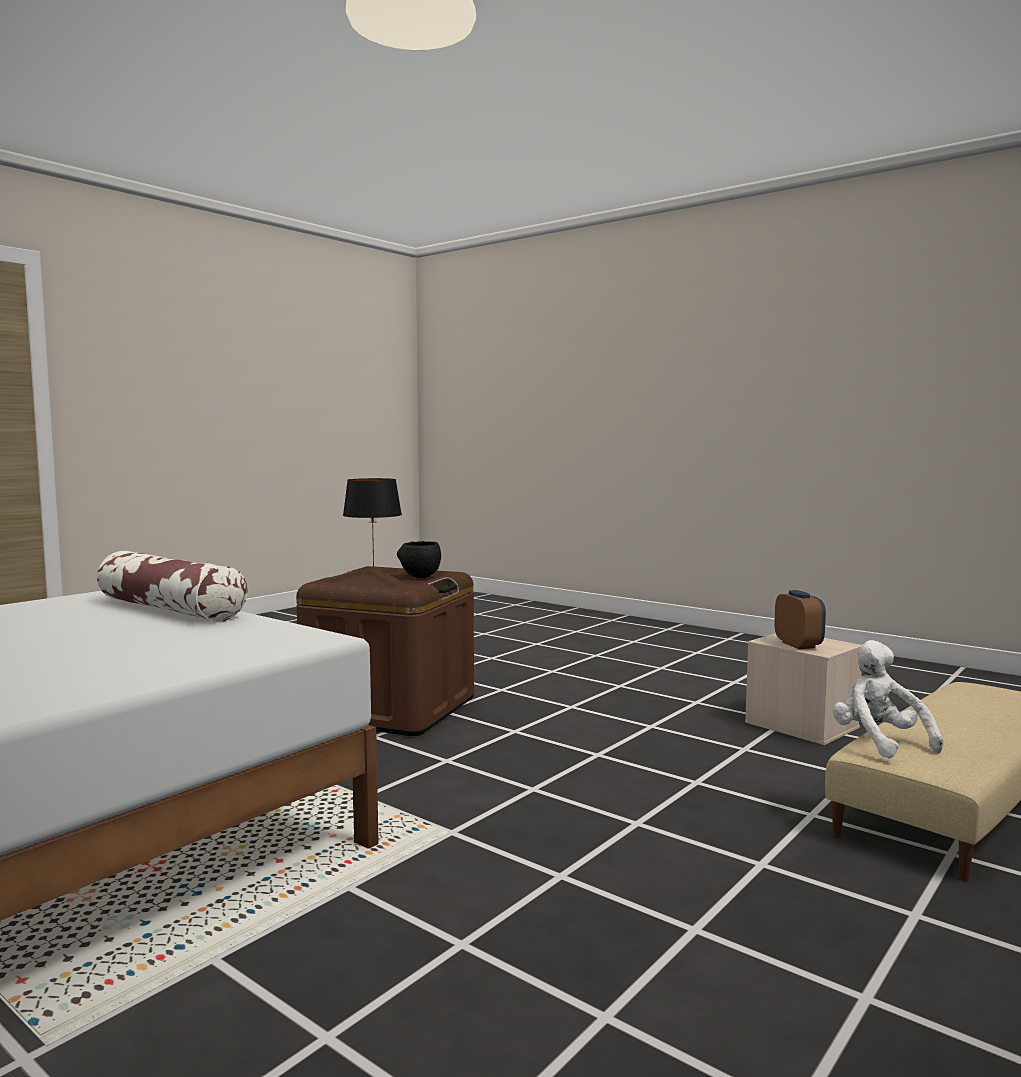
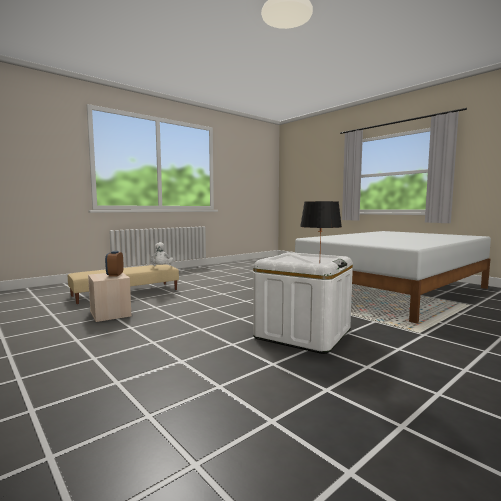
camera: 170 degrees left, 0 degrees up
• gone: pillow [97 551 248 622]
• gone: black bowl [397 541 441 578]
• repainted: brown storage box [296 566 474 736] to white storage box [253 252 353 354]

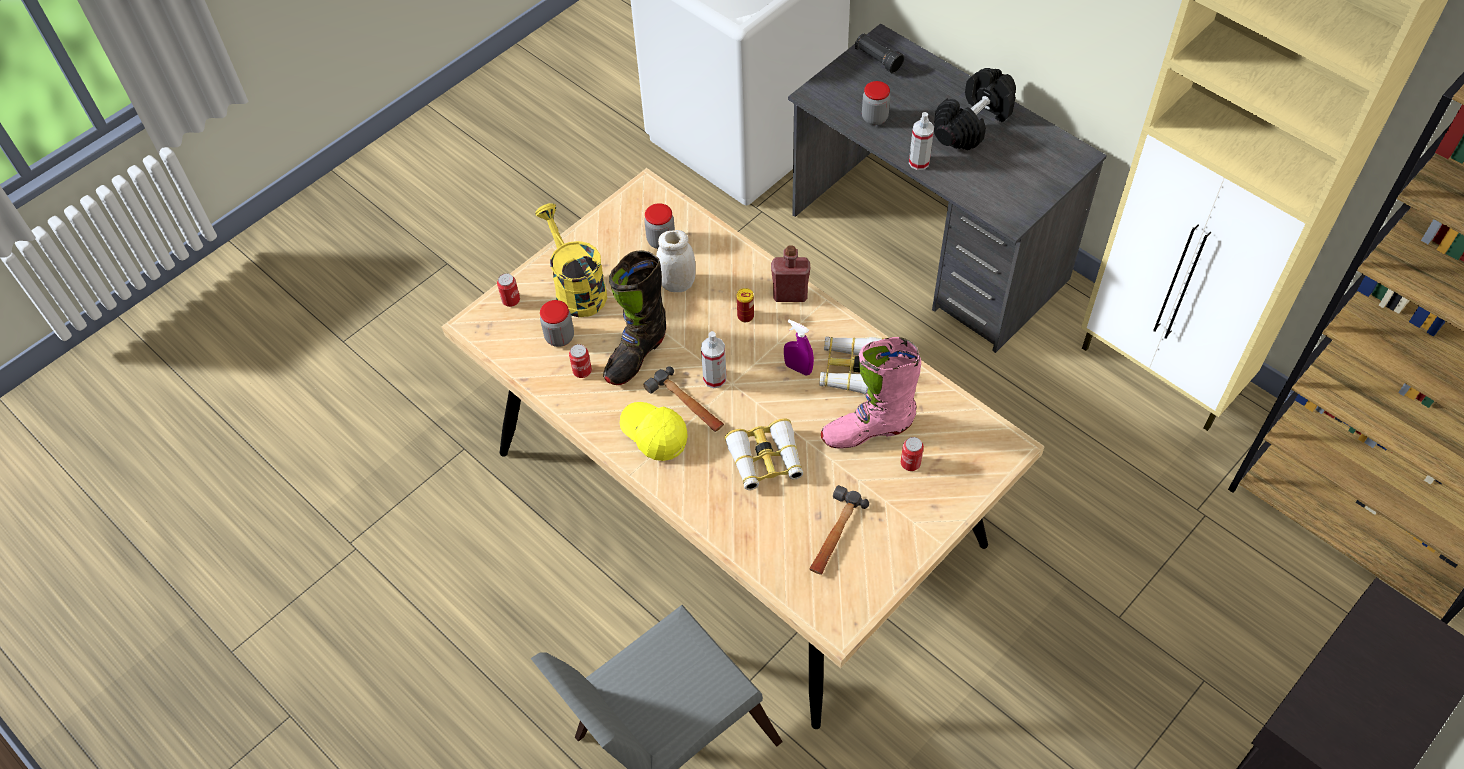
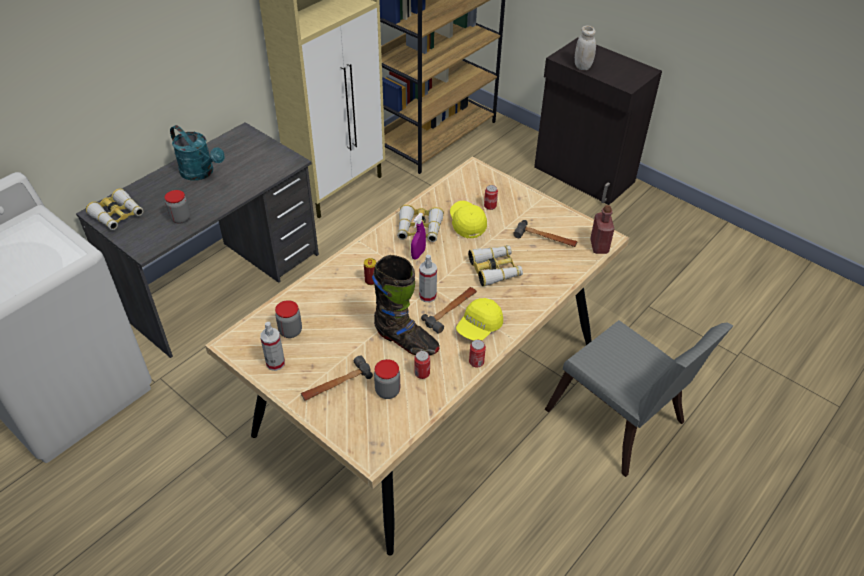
camera: 95 degrees left, 10 degrees down
• shifted: can [497 273 520 307] to [469 340 486 367]
• shifted: white jar [656 230 696 292] to [575 26 596 70]
• shifted: red bottle [771 245 810 302] to [590 205 614 254]
• shifted: spray bottle [909 112 934 170] to [260 322 285 371]
• swapped: yellow watering can [535 203 607 317] to hammer [301 355 373 401]
• swapped: pink boot [821 337 921 449] to yellow cap [450 201 487 238]
• swapped: black flashlight [855 34 904 73] to binoculars [86 189 143 230]
• swapped: black dumbbell [934 68 1016 150] to turquoise watering can [170 125 225 181]

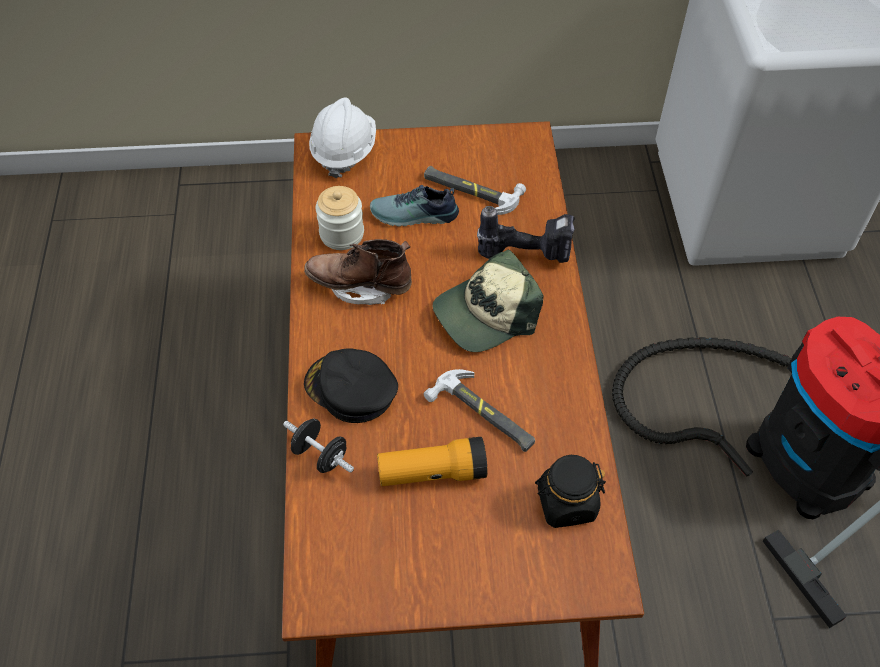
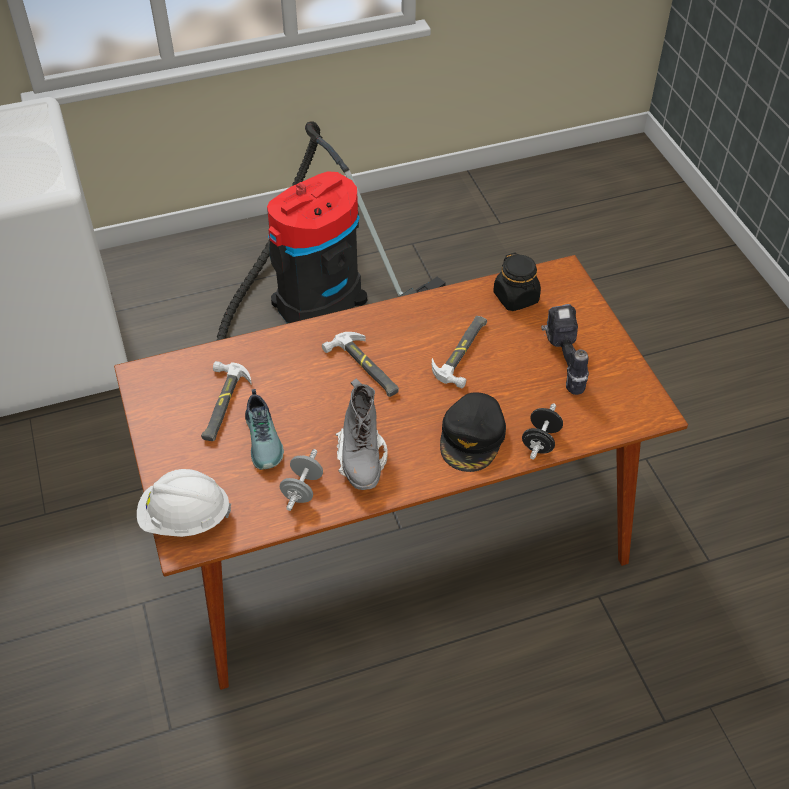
camera: 105 degrees left, 5 degrees down
• gone: flashlight [377 437 488 486]
• shifted: power drill [477 206 575 263] to [541 304 589 395]
• swapped: jar [316 186 364 250] to grey dumbbell [280 449 323 511]
• swapped: cap [433 250 543 352] to hammer [322 332 399 397]
• repainted: brown boot [304 239 412 305] to grey boot [336 379 388 490]

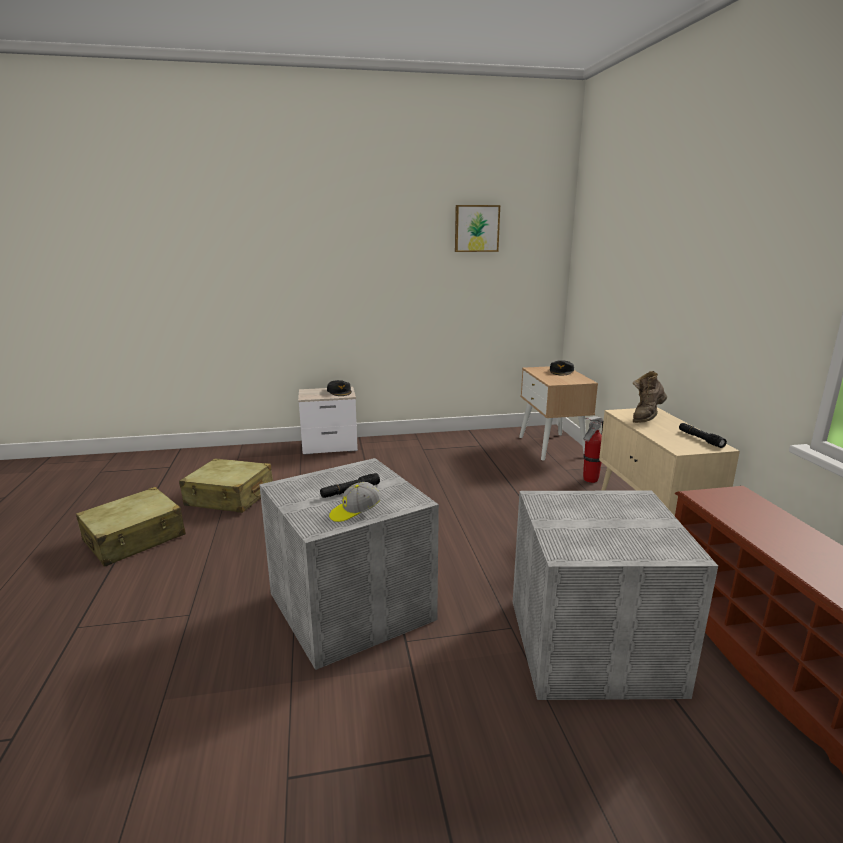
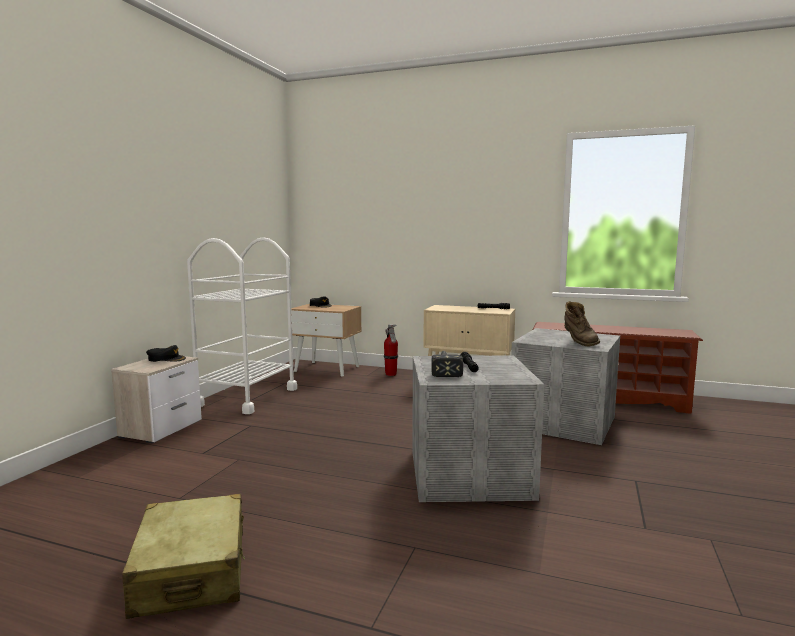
camera: 60 degrees left, 10 degrees down
• gone: beige suitcase [179 458 273 513]
• gone: cap [329 482 381 522]
• gone: picture [455 205 500 252]
• new: white cart [187 237 297 414]
• new: hammer [431 351 463 377]
• shifted: brown boot [633 371 667 423] to [564 301 600 346]

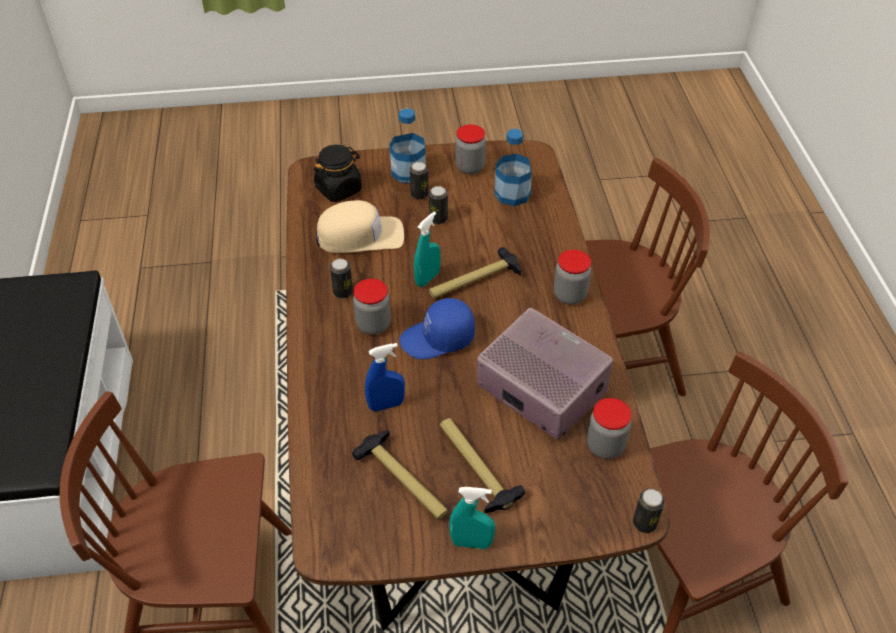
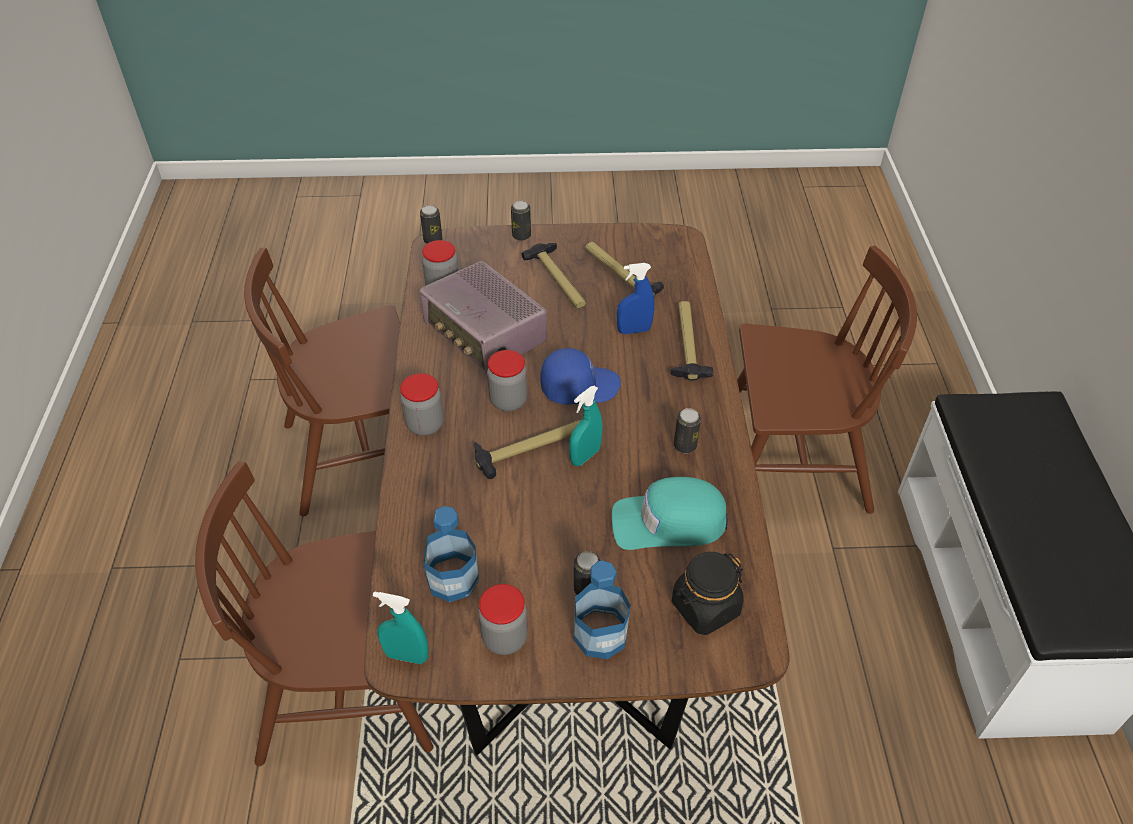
camera: 175 degrees left, 0 degrees up
• new: hammer [670 301 713 381]
• shifted: jar [353 279 391 335] to [487 350 527 411]
• shifted: can [429 186 448 224] to [511 200 531 241]
• shifted: turquoise spray bottle [449 487 495 549] to [373 591 429 664]
• repainted: beige cap [316 200 404 253] to turquoise cap [612 477 728 550]

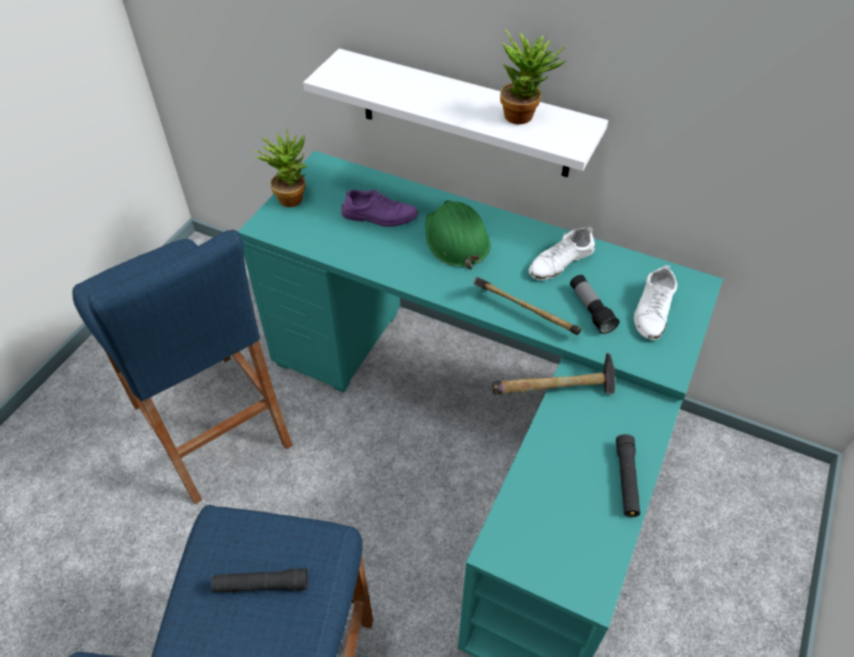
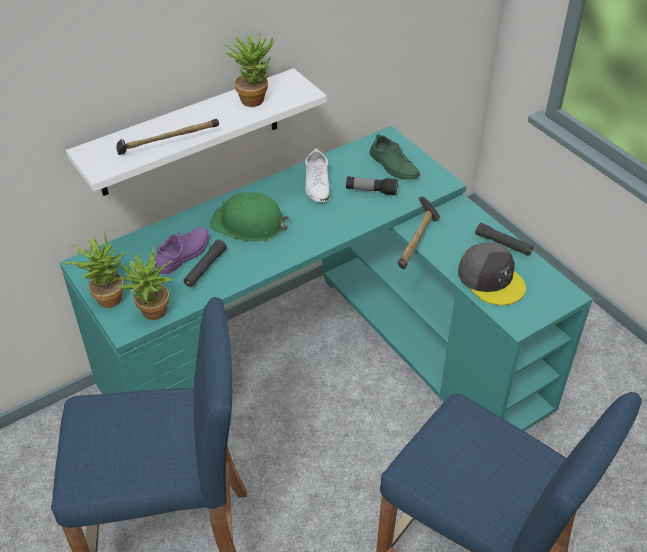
camera: 60 degrees left, 5 degrees down
• new: potted plant [117 247 173 320]
• new: grey cap [458 242 526 305]
• shifted: black flashlight [211 568 308 593] to [183 240 227 287]
• shifted: hammer [473 277 581 335] to [116 119 219 155]
• repainted: white shoe [634 265 677 340] to green shoe [370 134 420 180]

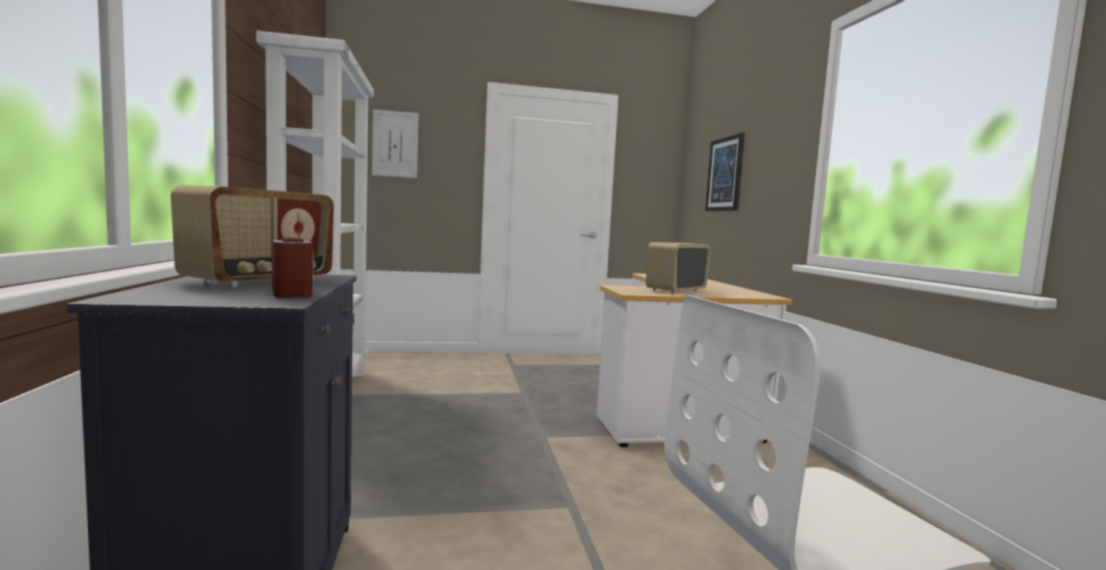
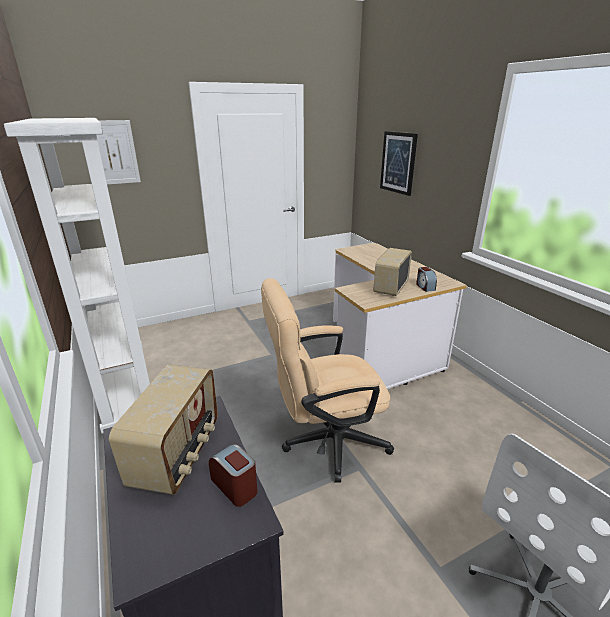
camera: 15 degrees left, 20 degrees up
• new: beige office chair [261 278 394 483]
• new: alarm clock [416 267 437 292]

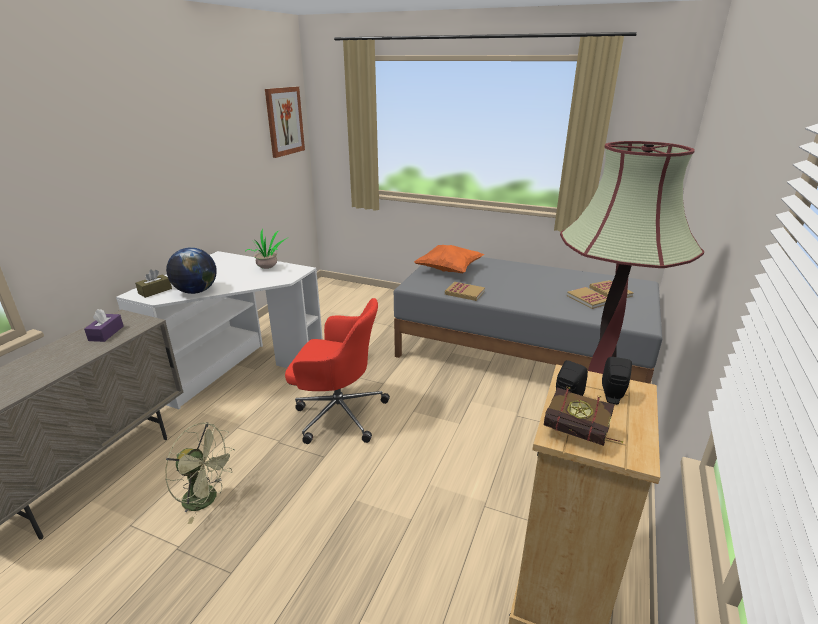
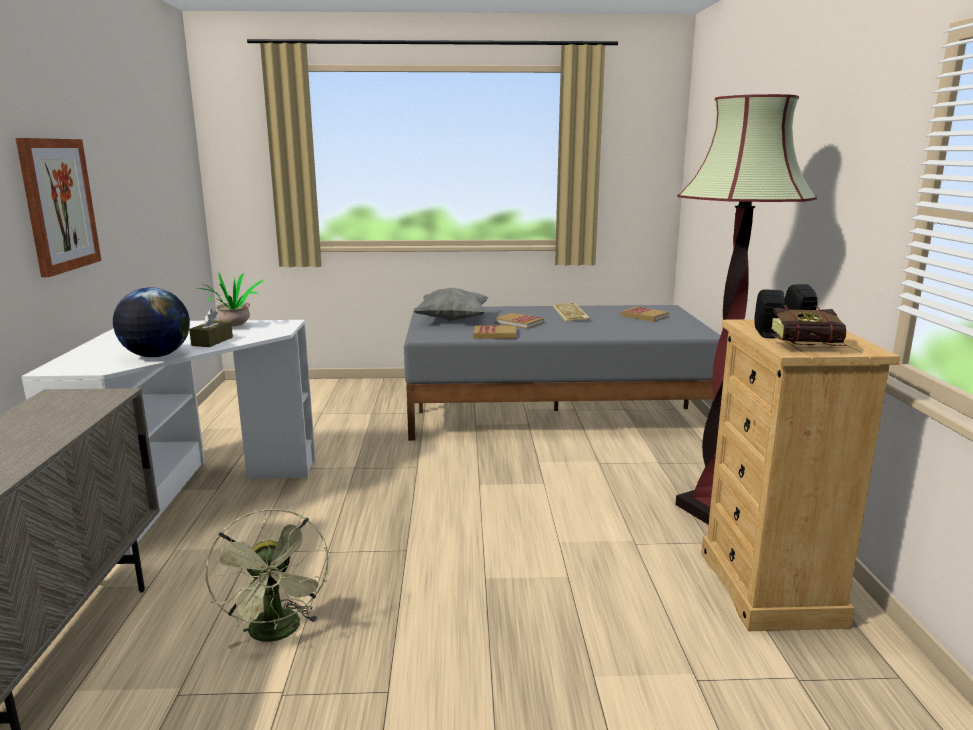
camera: 25 degrees left, 10 degrees down
• gone: purple tissue box [84 309 124 342]
• gone: red office chair [285 298 390 444]
• new: keyboard [553 303 590 322]
• shifted: brown tissue box [135 269 172 298] to [189 309 233 347]
• shifted: picture [265 87 305 158] to [16 138 101 277]
• shifted: book [567 287 607 309] to [495 313 544 329]
• repainted: orange pillow [414 245 484 273] to grey pillow [413 288 488 321]
• rotated: green fan [165 422 235 524] = [205 509 329 649] 75 degrees clockwise

